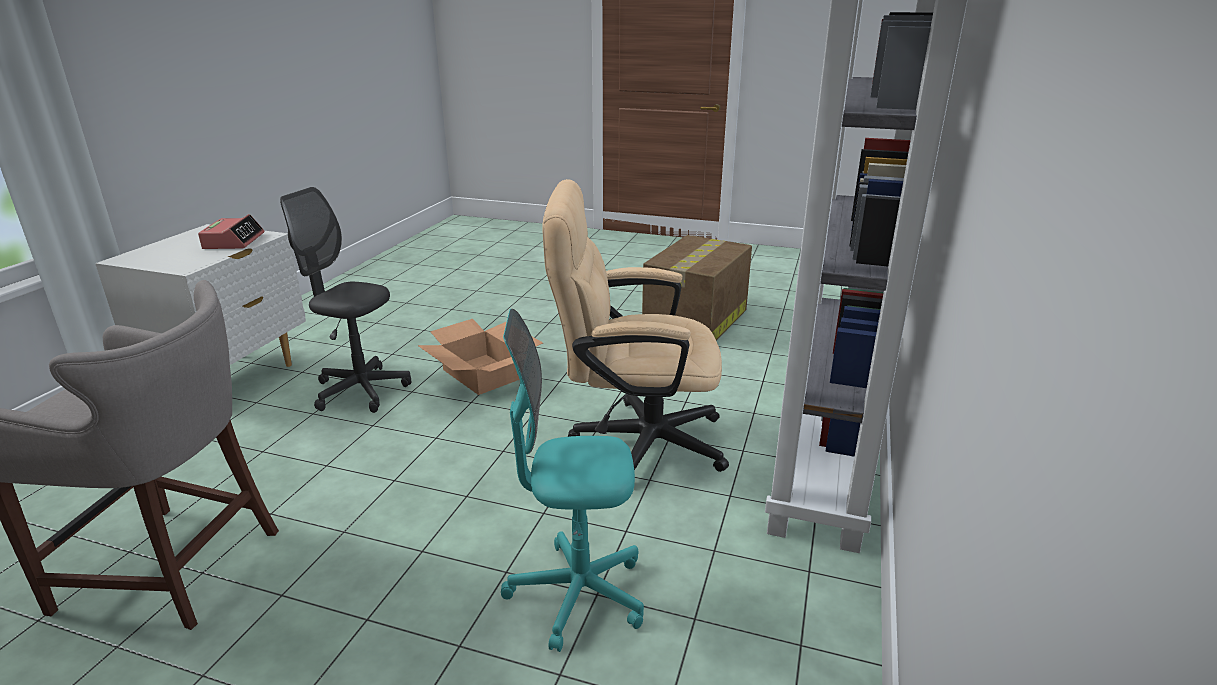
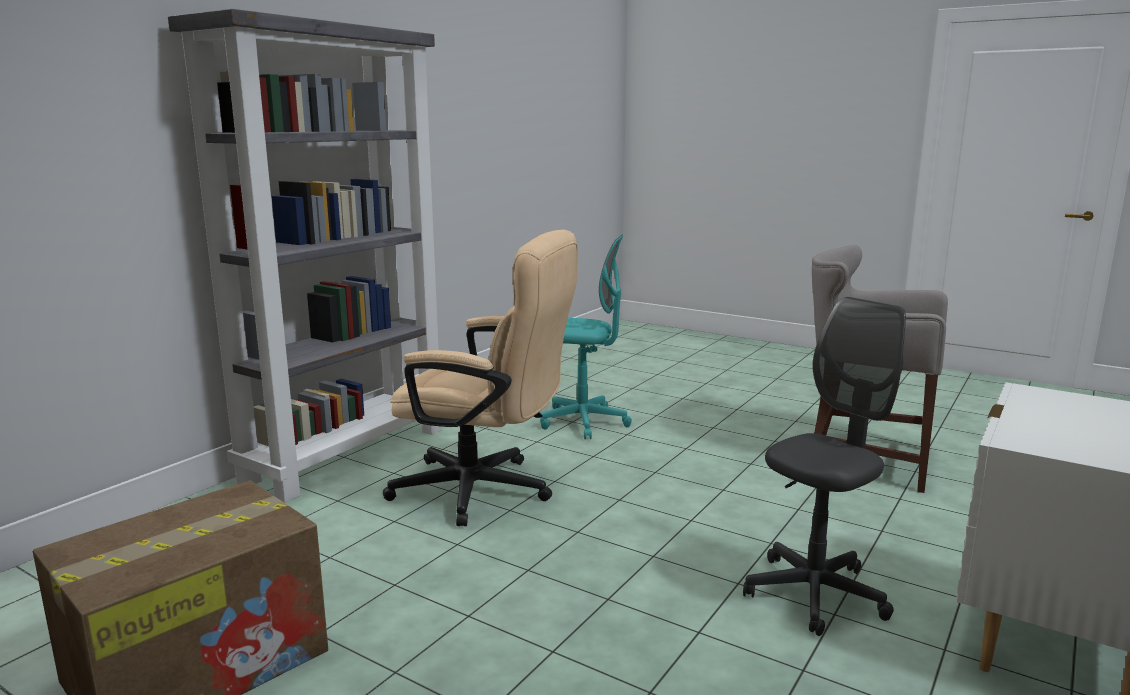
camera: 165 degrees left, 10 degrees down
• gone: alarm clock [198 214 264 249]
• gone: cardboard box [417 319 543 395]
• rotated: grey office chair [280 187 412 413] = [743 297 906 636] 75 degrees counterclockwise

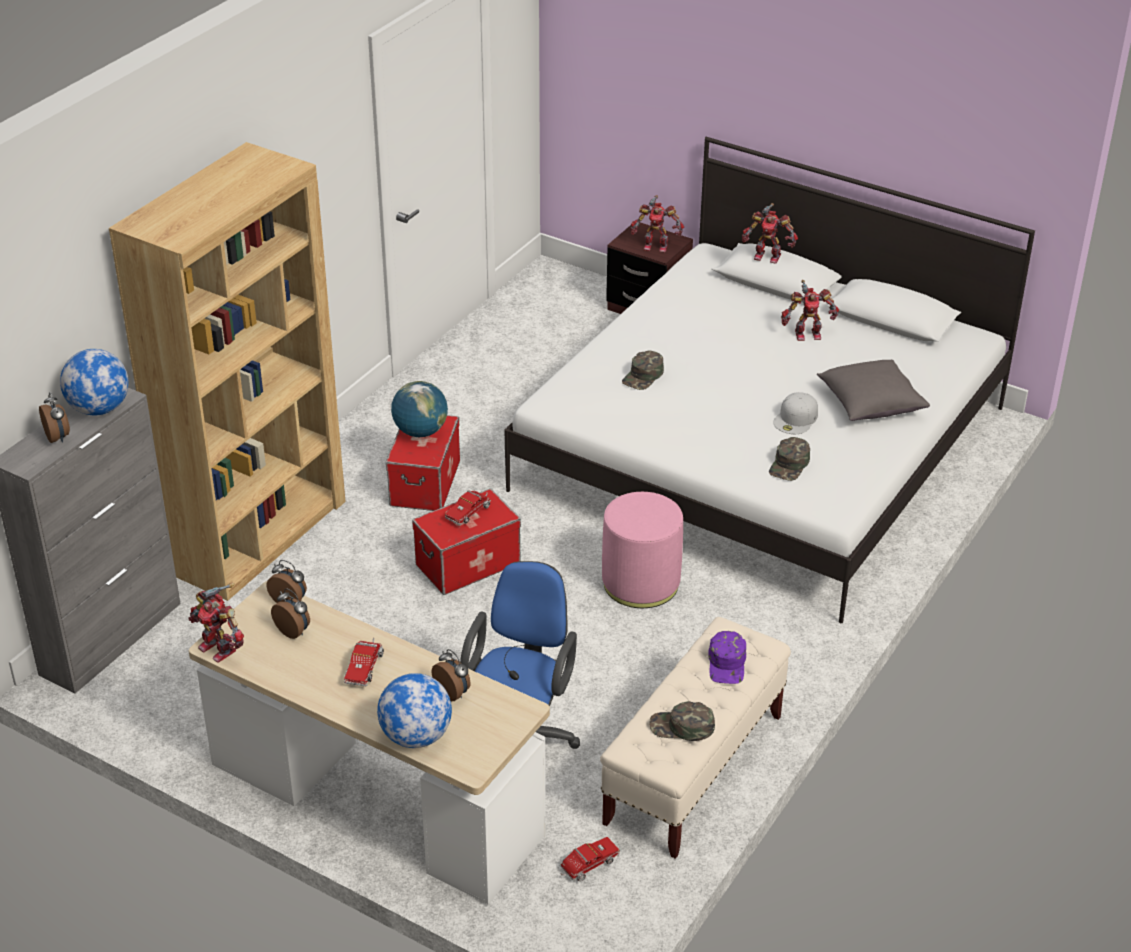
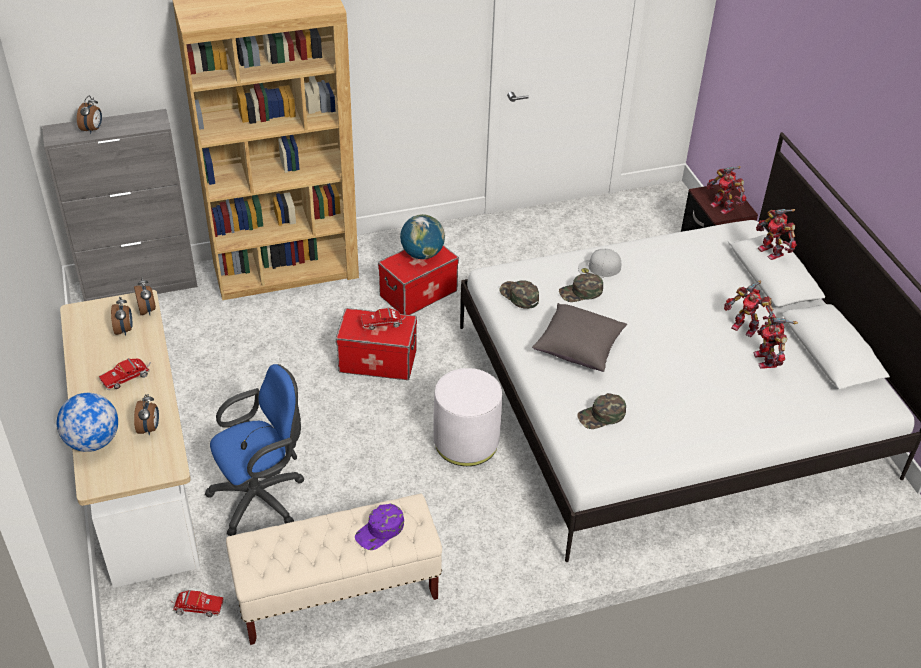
camera: 40 degrees right, 5 degrees up
• gone: globe [60 349 129 415]
• shifted: toy robot [188 583 244 663] to [754 316 798 369]
• shifted: green cap [649 701 715 741] to [499 280 539 309]
• shifted: white cap [773 392 818 434] to [578 249 621 278]
• shifted: grey pillow [817 360 930 421] to [532 303 627 372]
• repainted: pink ottoman [602 492 683 608] to white ottoman [433 368 502 466]

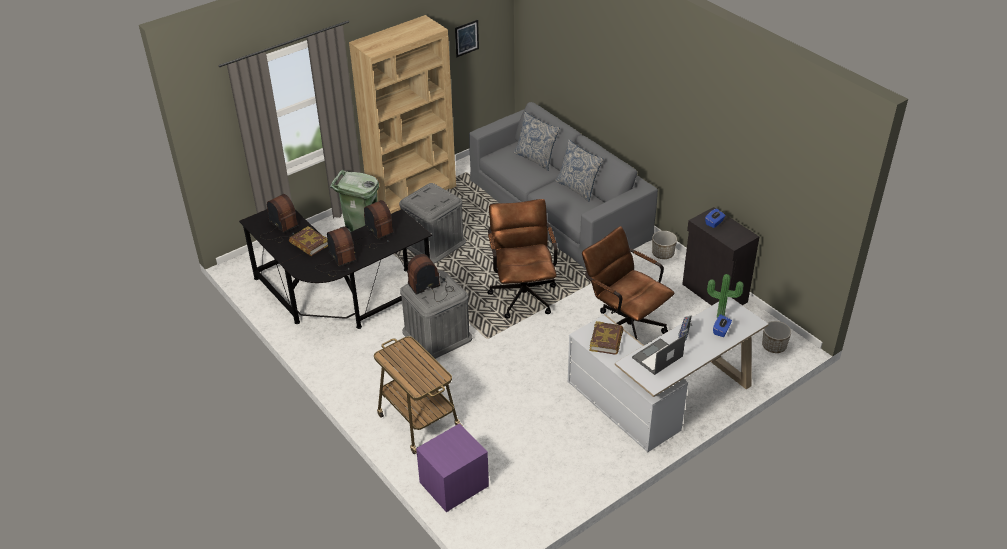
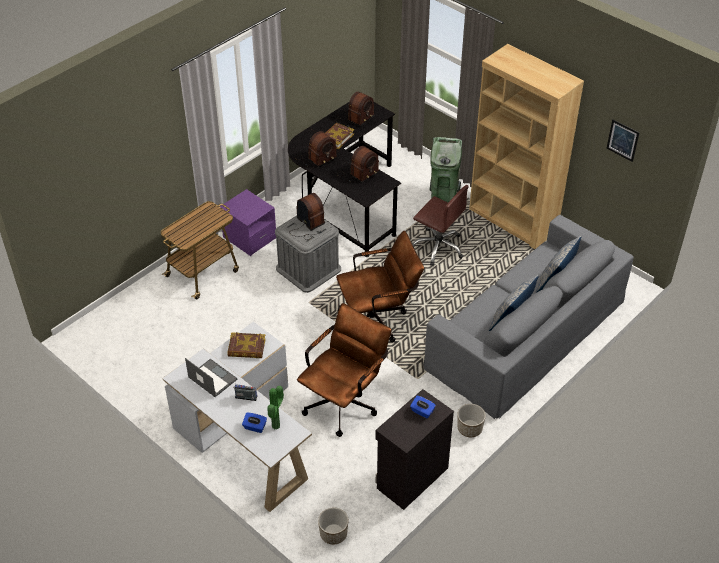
camera: 80 degrees right, 5 degrees up
• shifted: purple nightstand [416 423 489 512] to [220 189 276 256]
• swapped: grey storage box [399 183 466 263] to brown office chair [412 185 469 266]

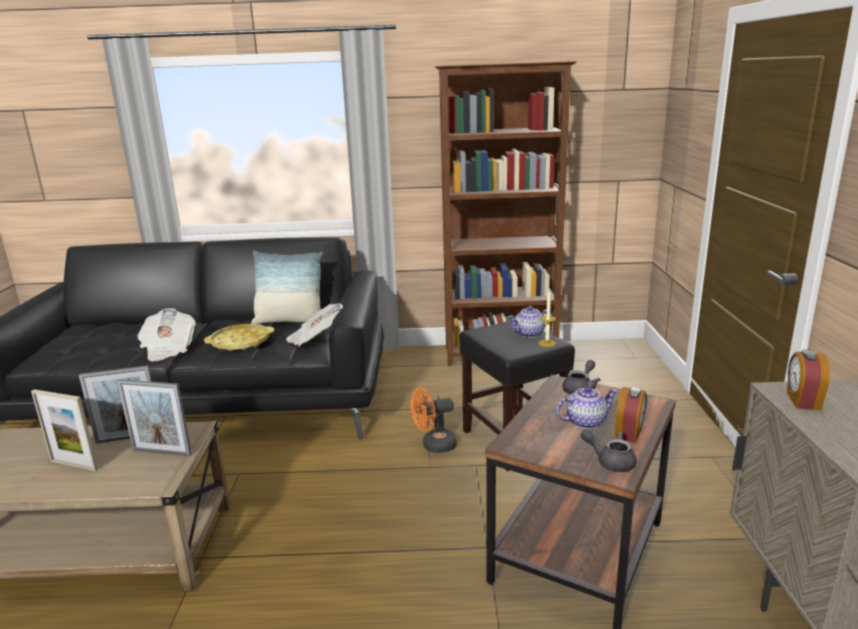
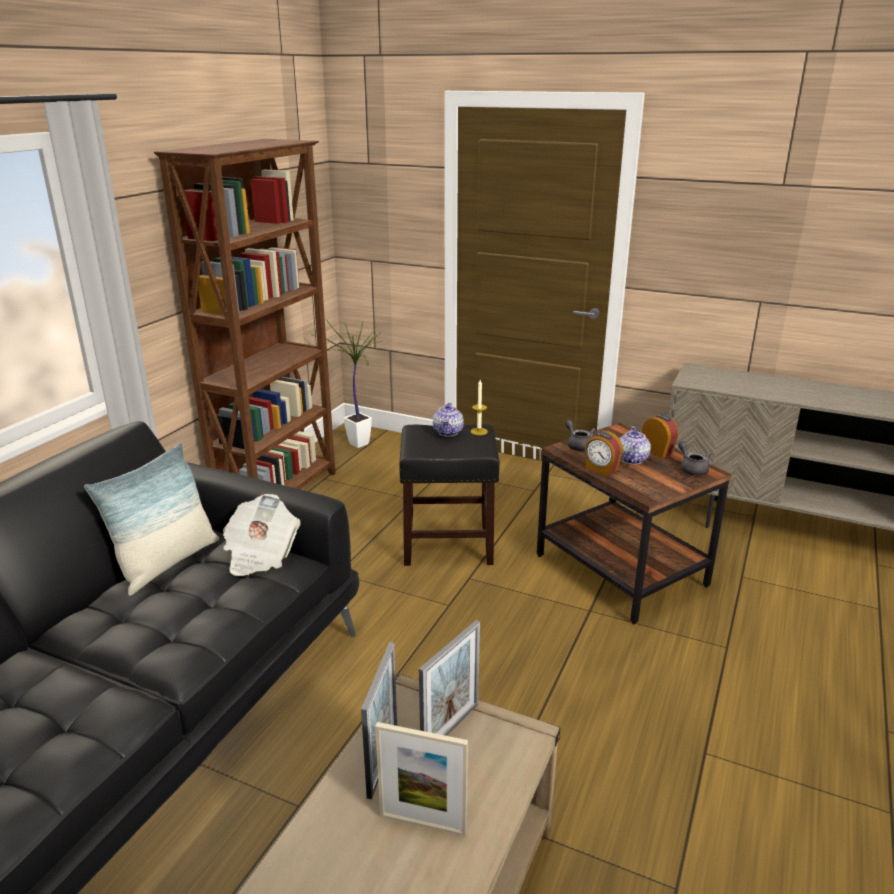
camera: 65 degrees left, 5 degrees up
• gone: newspaper [137 308 196 362]
• gone: yellow tray [204 324 274 351]
• gone: orange fan [410 387 457 453]
• new: potted plant [310 319 379 448]
• shifted: alarm clock [787 349 830 410] to [585 431 623 476]
• rotated: picture frame [31 389 98 471] = [375 722 468 836] 60 degrees clockwise
• rotated: grey teapot [581 430 637 472] = [678 441 712 476] 105 degrees clockwise

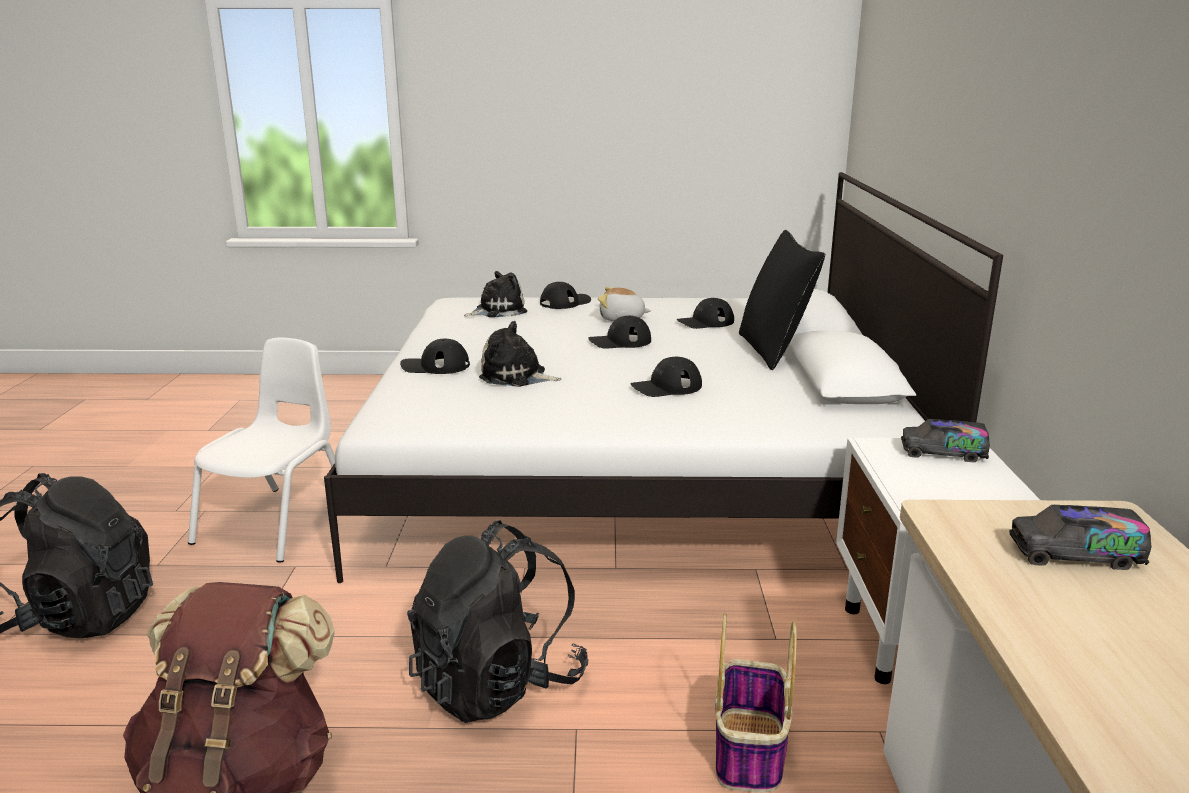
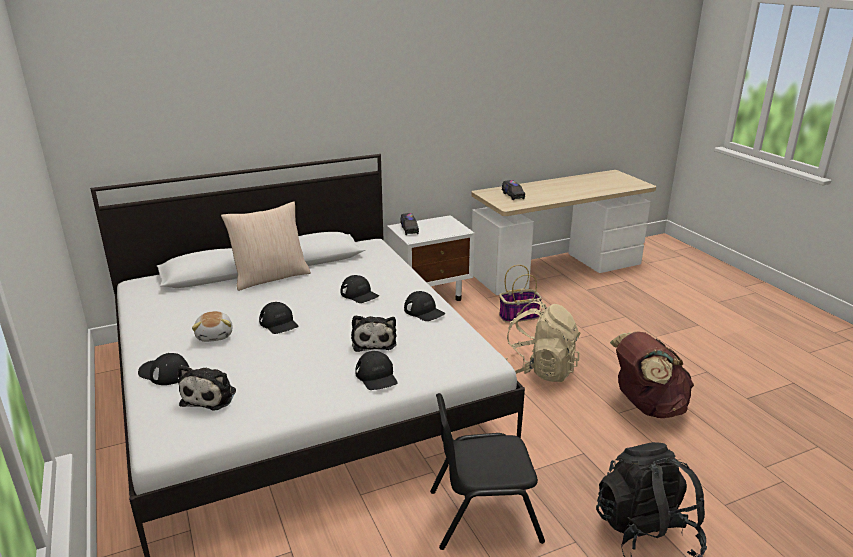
camera: 115 degrees left, 5 degrees up
• shifted: black cap [676 298 734 329] to [404 291 445 321]
• repainted: white chair [188 338 335 563] to black chair [430 393 545 550]
• repainted: black backpack [407 520 588 723] to beige backpack [505 300 581 382]
• repainted: black pillow [739 230 825 370] to beige pillow [221 202 311 291]
• rotated: plush toy [464 271 527 317] = [178 365 236 411] 120 degrees counterclockwise

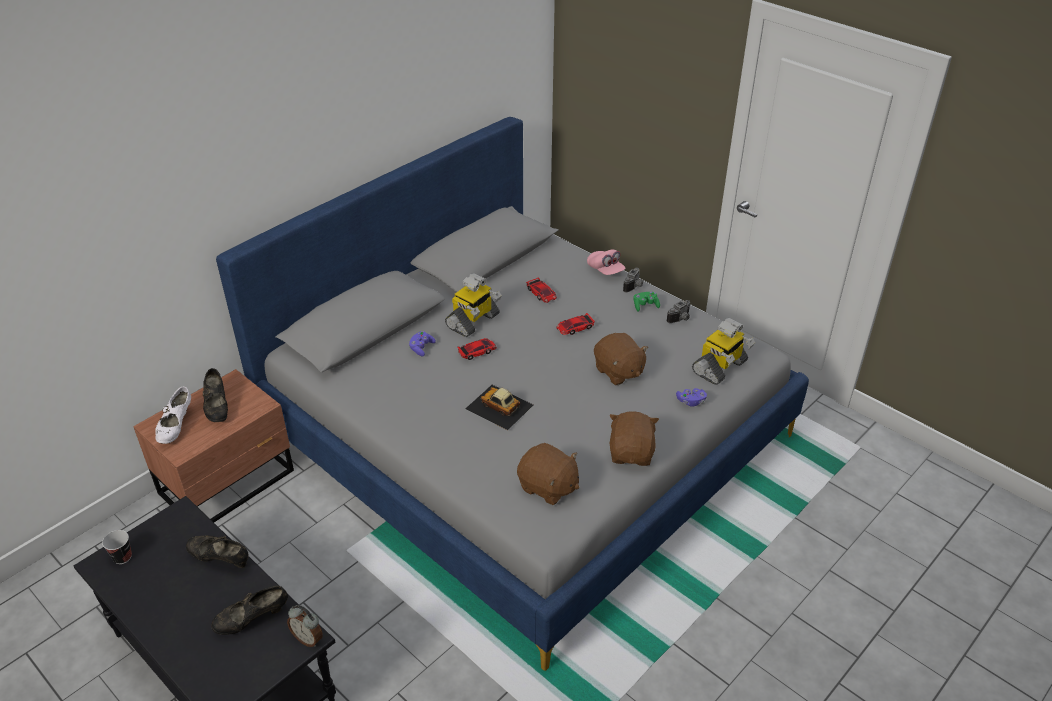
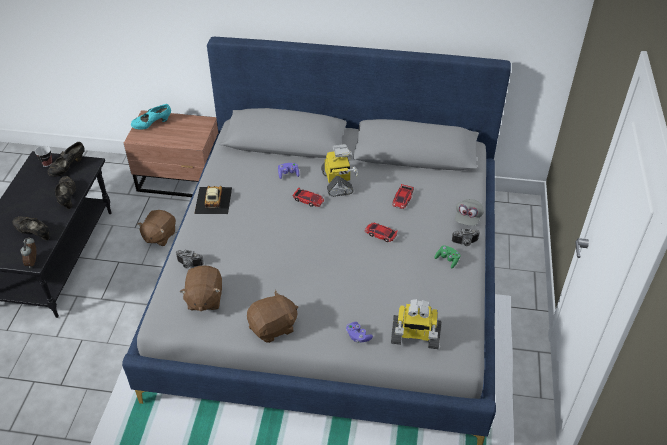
camera: 55 degrees right, 5 degrees up
• shifted: black shoe [203 368 228 422] to [48 142 85 177]
• shifted: toy car [465 385 533 430] to [194 186 232 214]
• shifted: brown plush toy [594 333 648 385] to [137 210 176 246]
• shifted: photo camera [667 300 690 323] to [176 250 204 268]
• repainted: white shoe [155 387 191 444] to turquoise shoe [131 104 171 129]
• repainted: pink cap [587 249 626 275] to grey cap [455 199 484 226]
• rotated: toy robot [445 273 502 337] = [321 144 358 197] 105 degrees counterclockwise

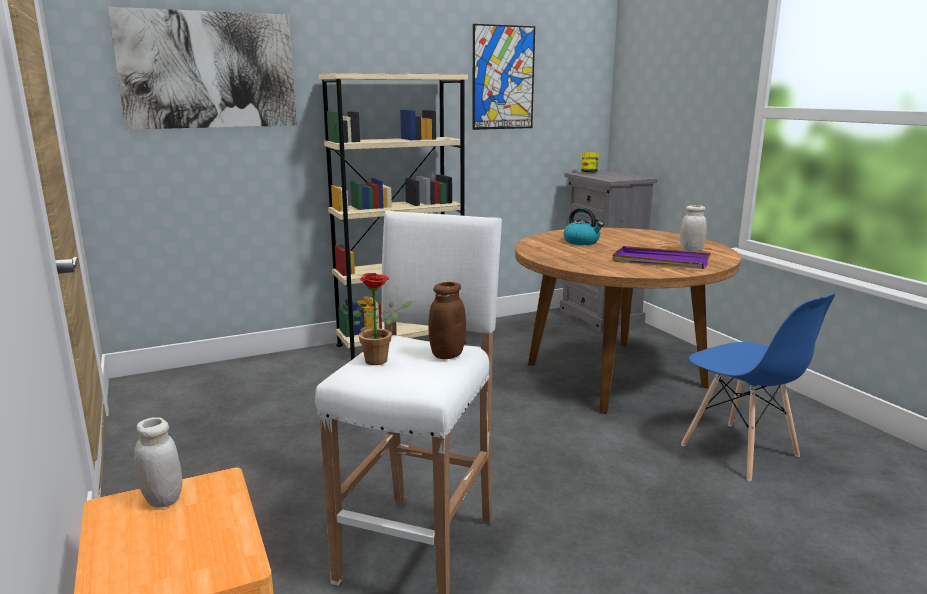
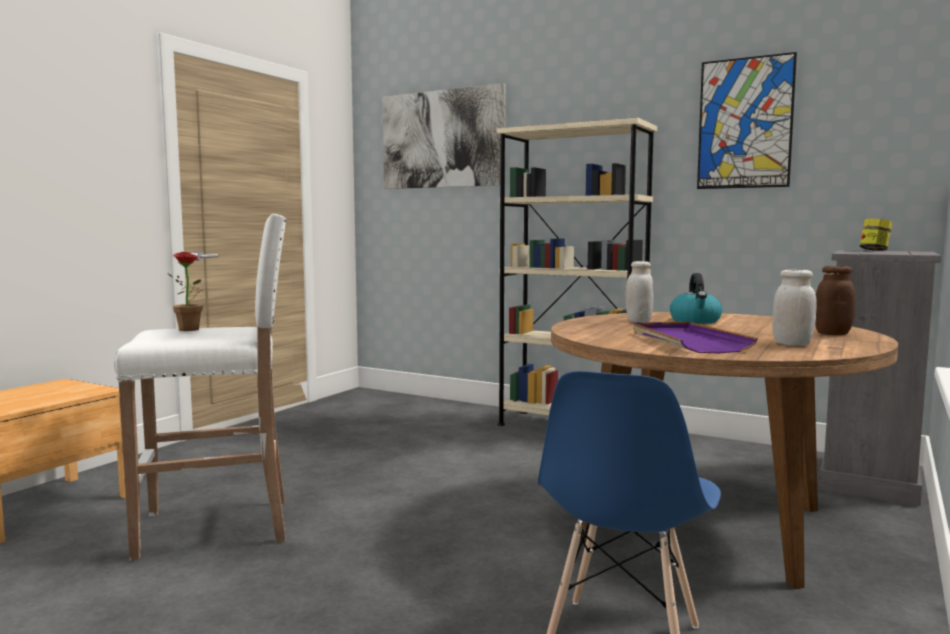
camera: 55 degrees right, 10 degrees down
• shifted: white jar [134 417 182 508] to [626 261 654 323]
• shifted: brown jar [428 282 466 359] to [815 266 856 335]

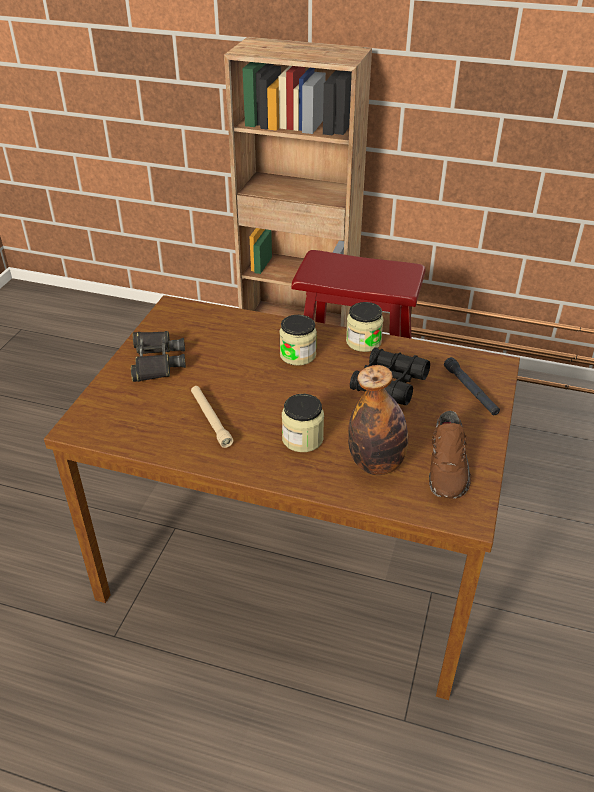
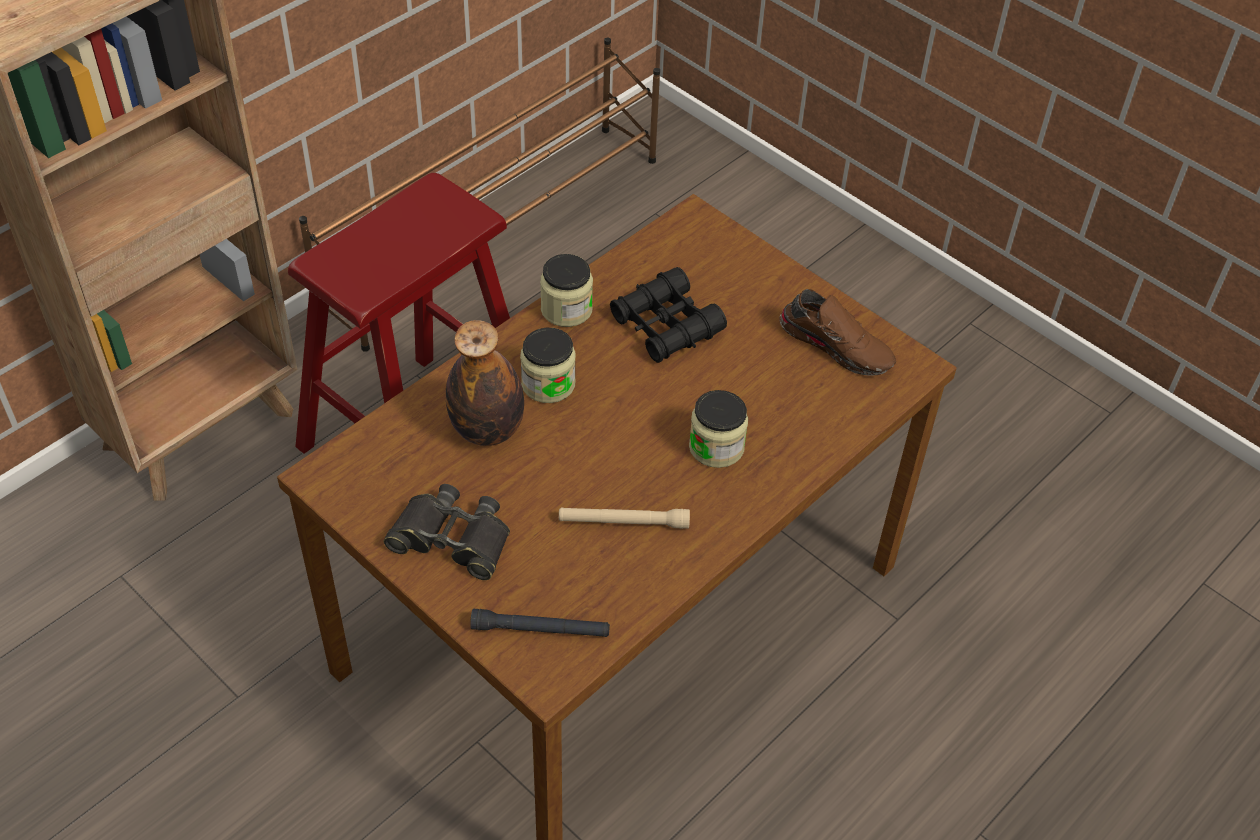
camera: 65 degrees left, 10 degrees up
• shifted: bottle [348 365 408 475] to [446 320 524 446]
• shifted: black flashlight [444 357 500 415] to [470 609 610 637]

